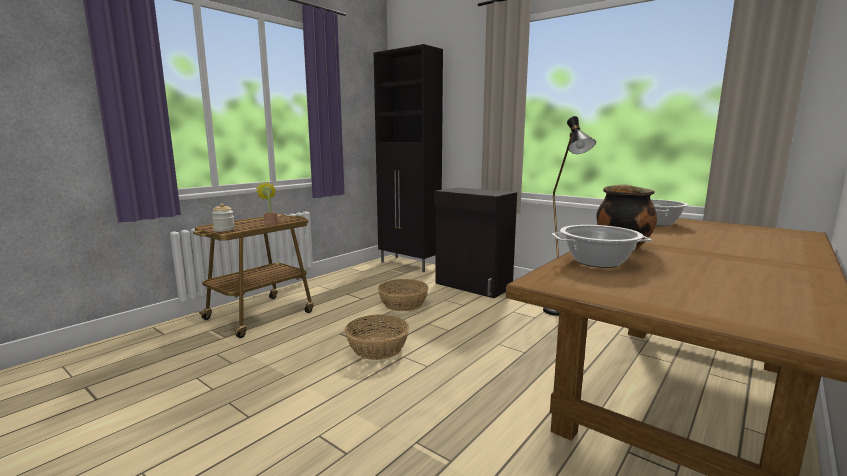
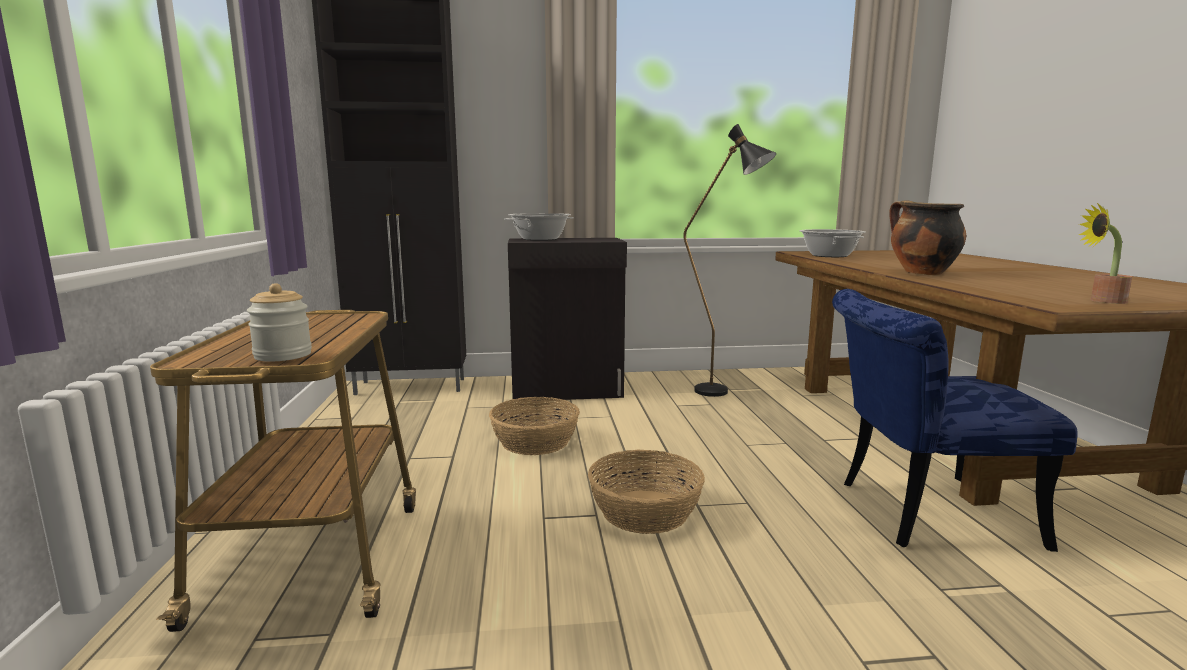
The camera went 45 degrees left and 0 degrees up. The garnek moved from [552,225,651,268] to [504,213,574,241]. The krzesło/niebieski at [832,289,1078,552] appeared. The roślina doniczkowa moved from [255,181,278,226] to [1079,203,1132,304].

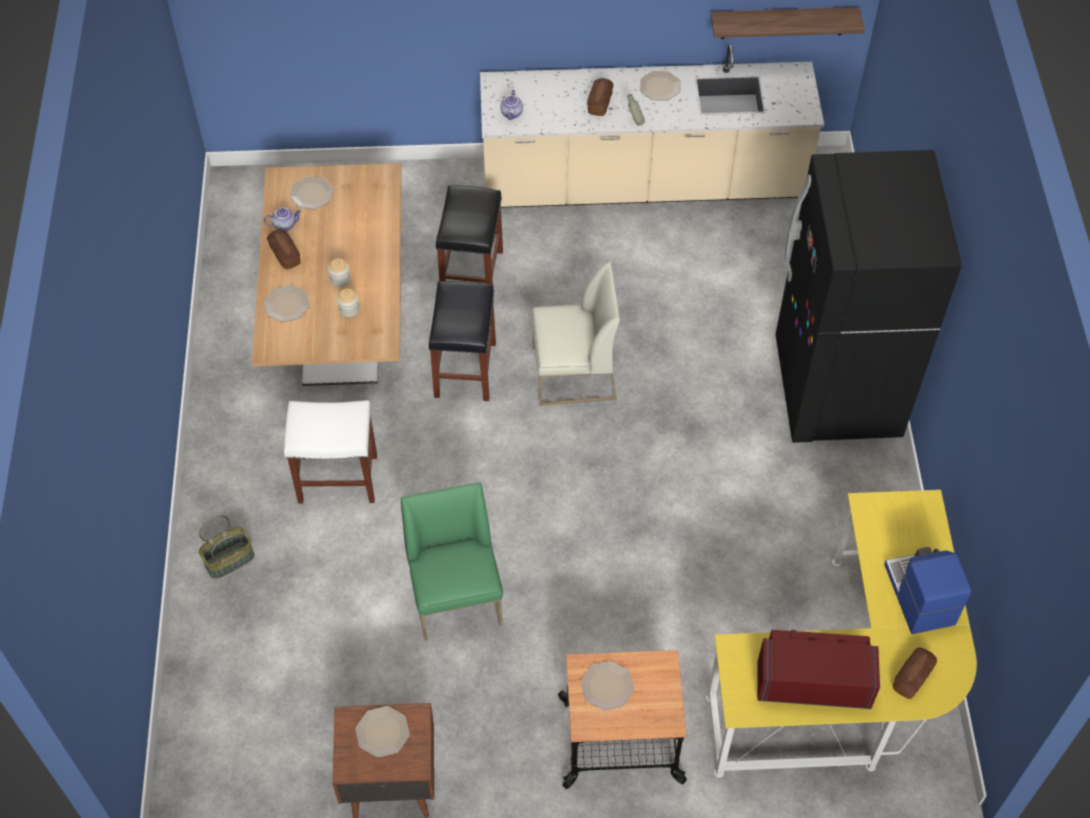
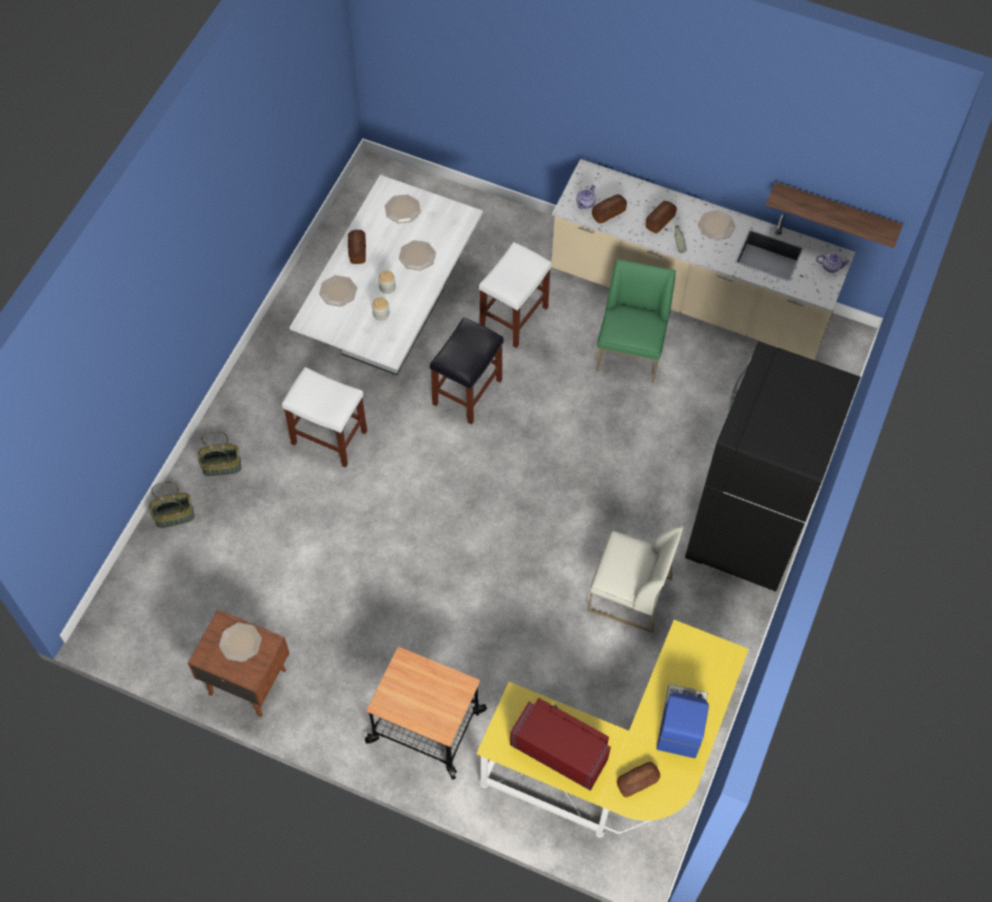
The camera went 25 degrees right and 5 degrees up. The koszyk at [149,482,195,528] appeared. The stół jadalny/brązowy at [252,163,401,386] became the stół jadalny/biały at [290,175,483,375]. The talerz moved from [581,661,634,711] to [399,240,436,271]. The stołek/czarny at [436,185,503,302] became the stołek/biały at [479,242,552,348]. The krzesło/biały moved from [531,262,620,406] to [588,527,684,633]. The chleb at [592,194,627,224] appeared. The krzesło/zielony moved from [401,482,503,641] to [596,259,676,383]. The imbryk moved from [264,207,302,231] to [816,253,850,273].

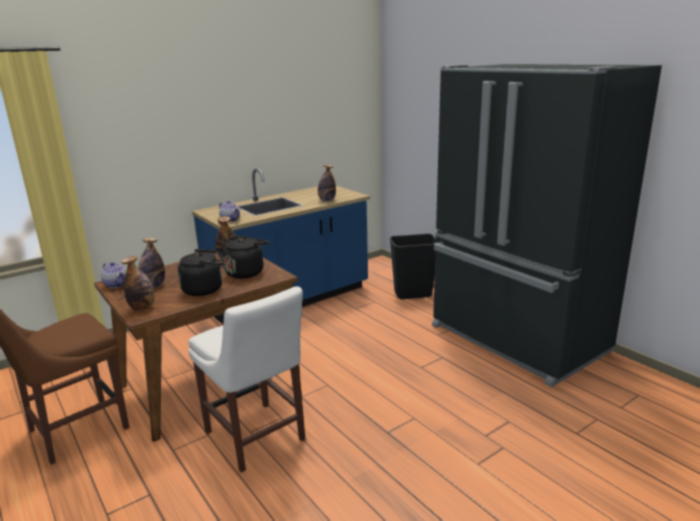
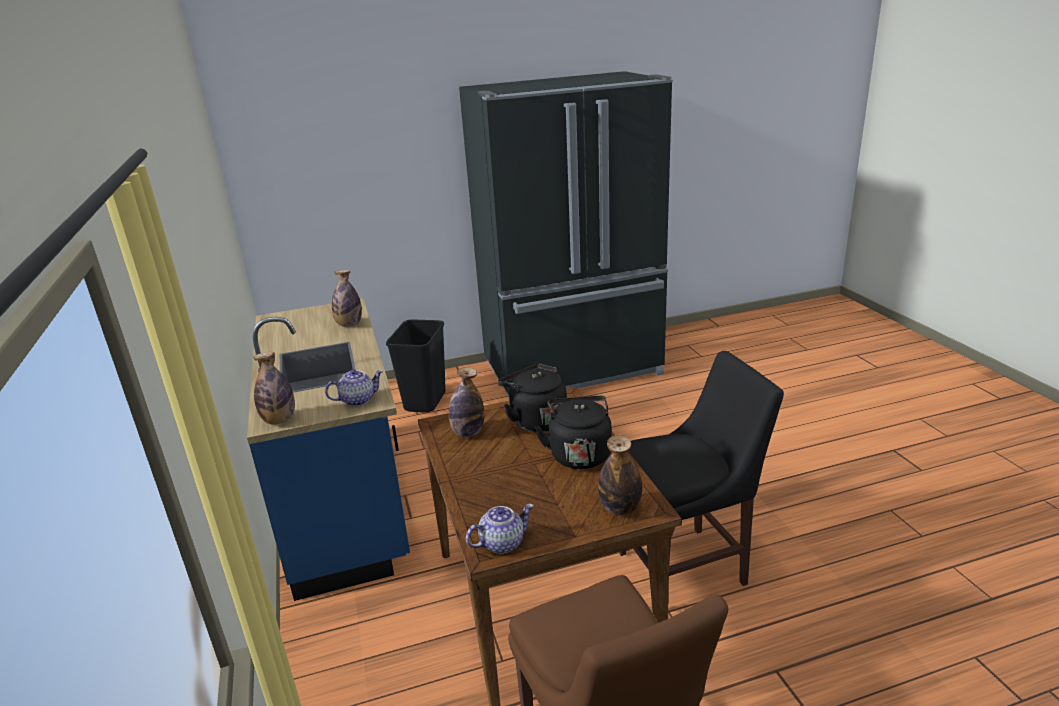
The camera went 70 degrees left and 5 degrees up. The butelka moved from [138,238,165,287] to [253,352,295,425]. The krzesło/biały at [188,286,305,473] became the krzesło/czarny at [618,351,784,586].

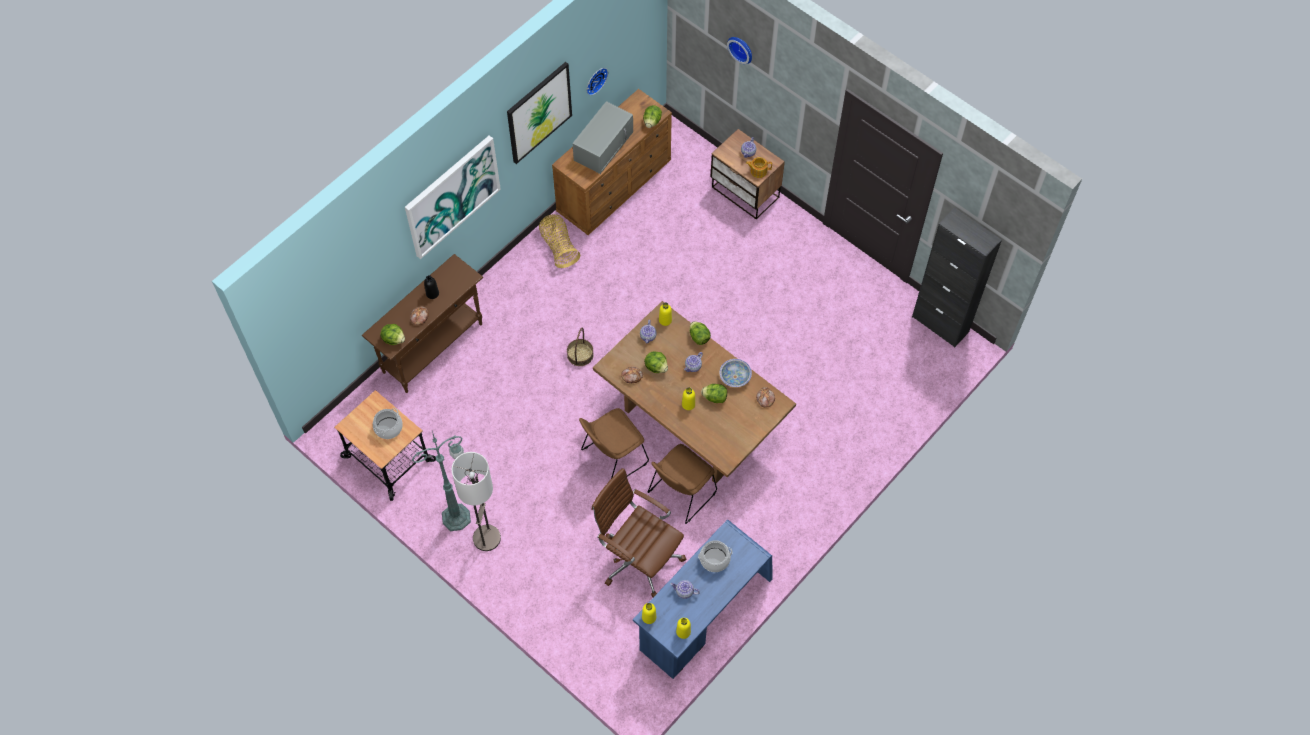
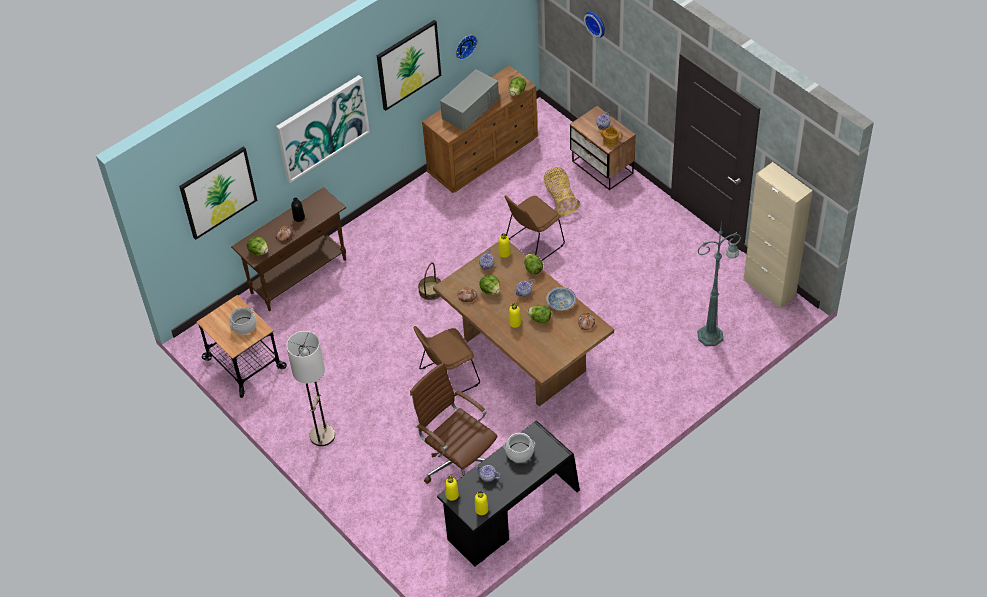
The camera went 10 degrees right and 10 degrees down. The obraz at [179,146,257,240] appeared. The biurko/niebieski at [633,520,772,679] became the biurko/czarny at [437,421,580,567]. The krzesło/brązowy moved from [648,444,717,524] to [505,195,565,261]. The koszyk moved from [539,214,580,268] to [544,167,580,215]. The lampa stojąca/zielony moved from [412,431,471,531] to [697,221,741,346]. The szafka/czarny at [912,207,1002,348] became the szafka/beżowy at [744,162,813,309].

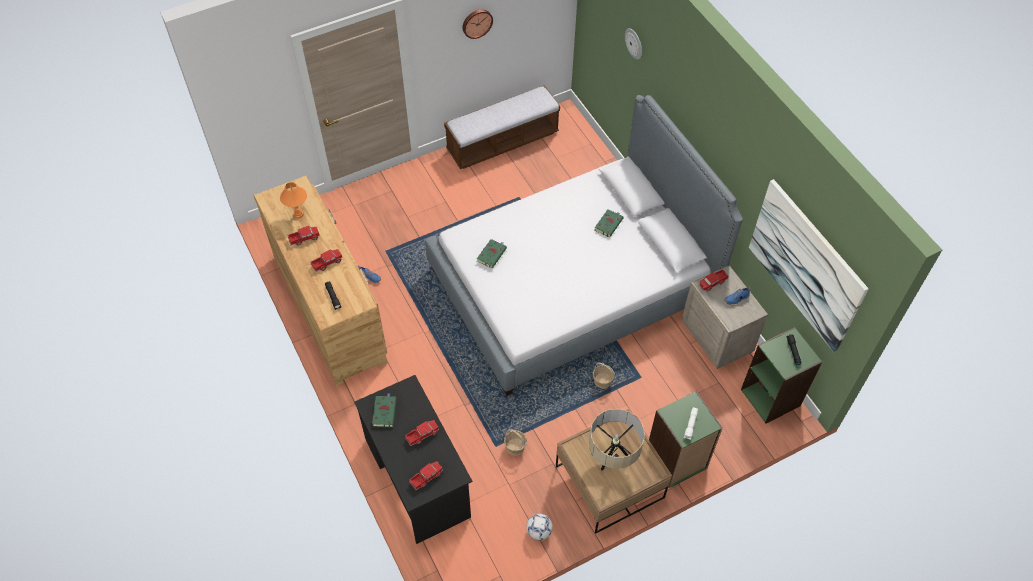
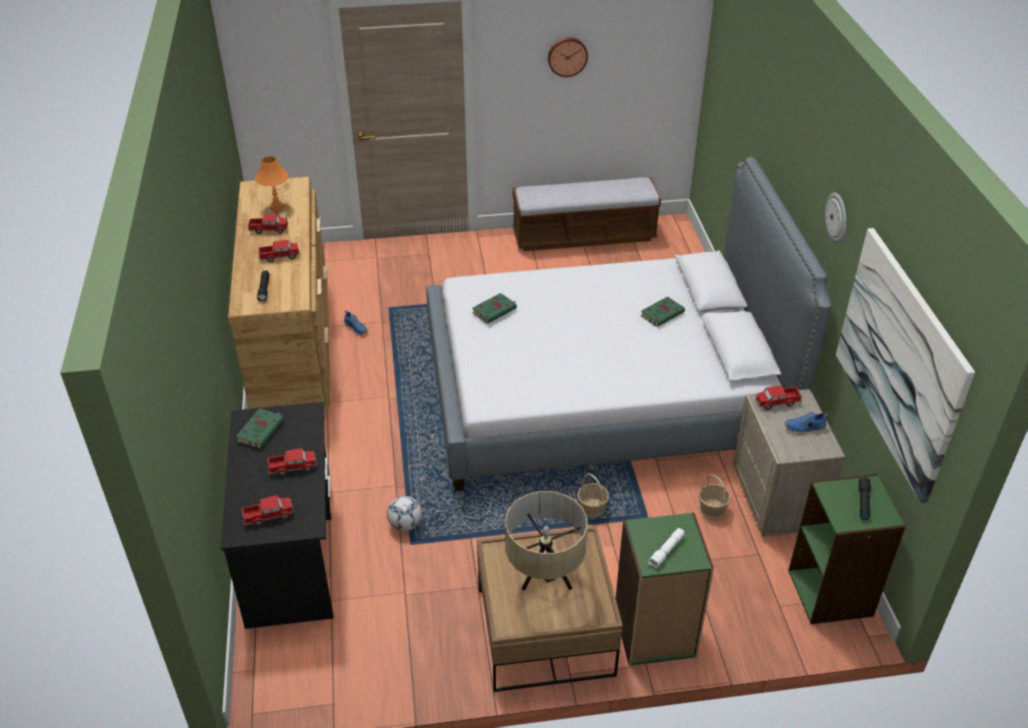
The camera went 20 degrees right and 15 degrees down. The piłka futbolowa moved from [526,514,553,541] to [387,496,422,531]. The koszyk moved from [504,429,527,456] to [699,474,731,519]. The zegar ścienny moved from [625,28,642,60] to [825,193,846,243].

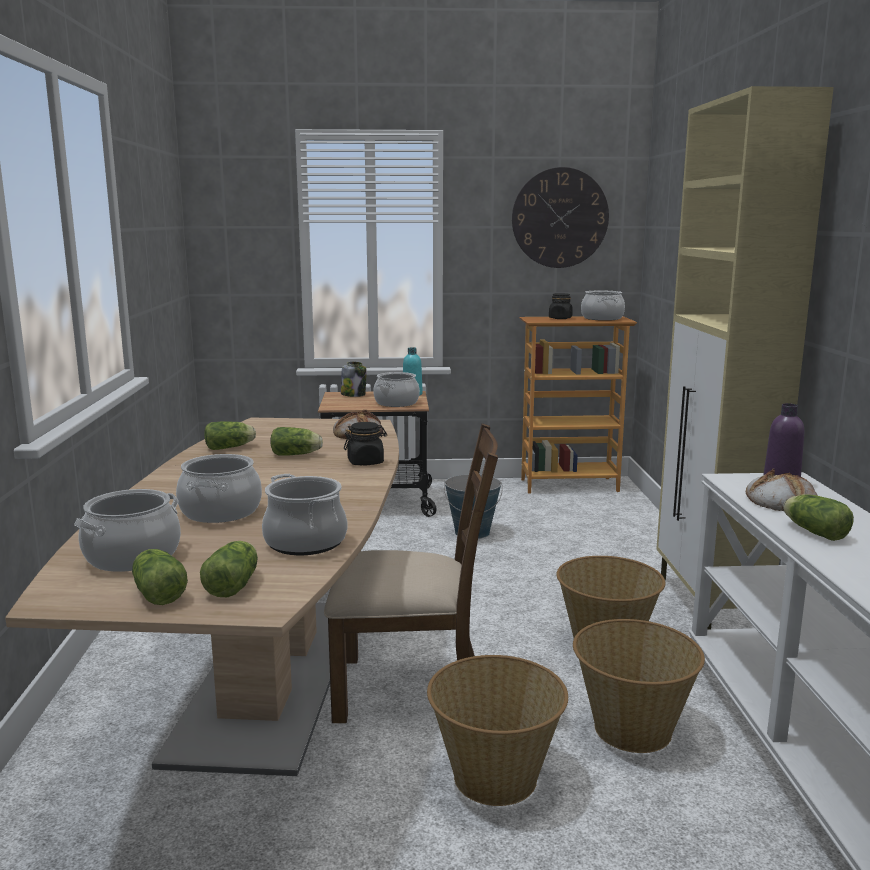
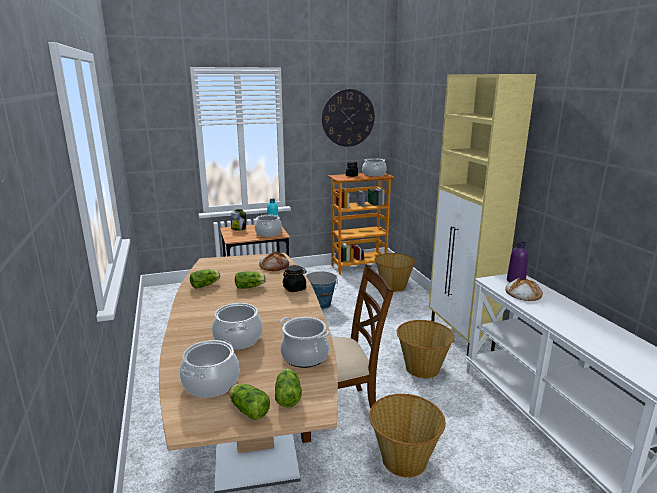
The camera went 15 degrees left and 5 degrees up. The koszyk moved from [573,619,705,753] to [375,253,415,292]. The sałata at [783,494,854,541] disappeared.

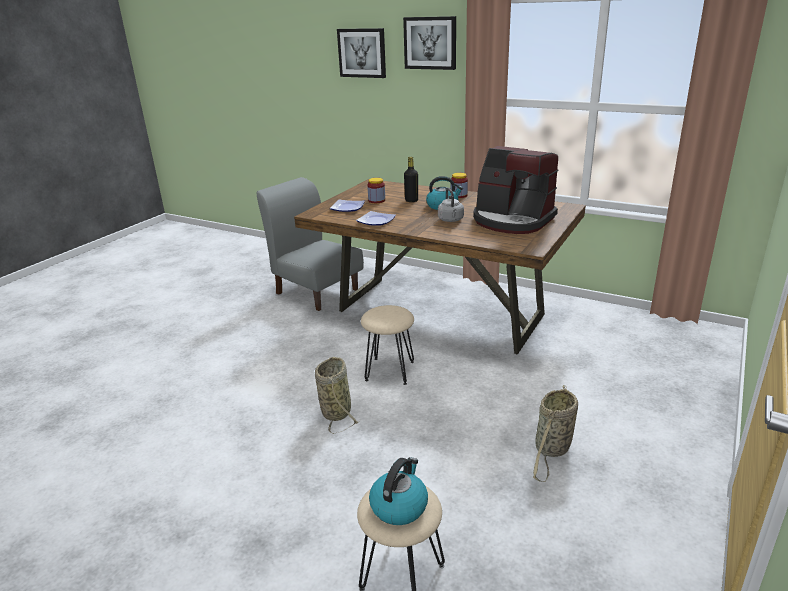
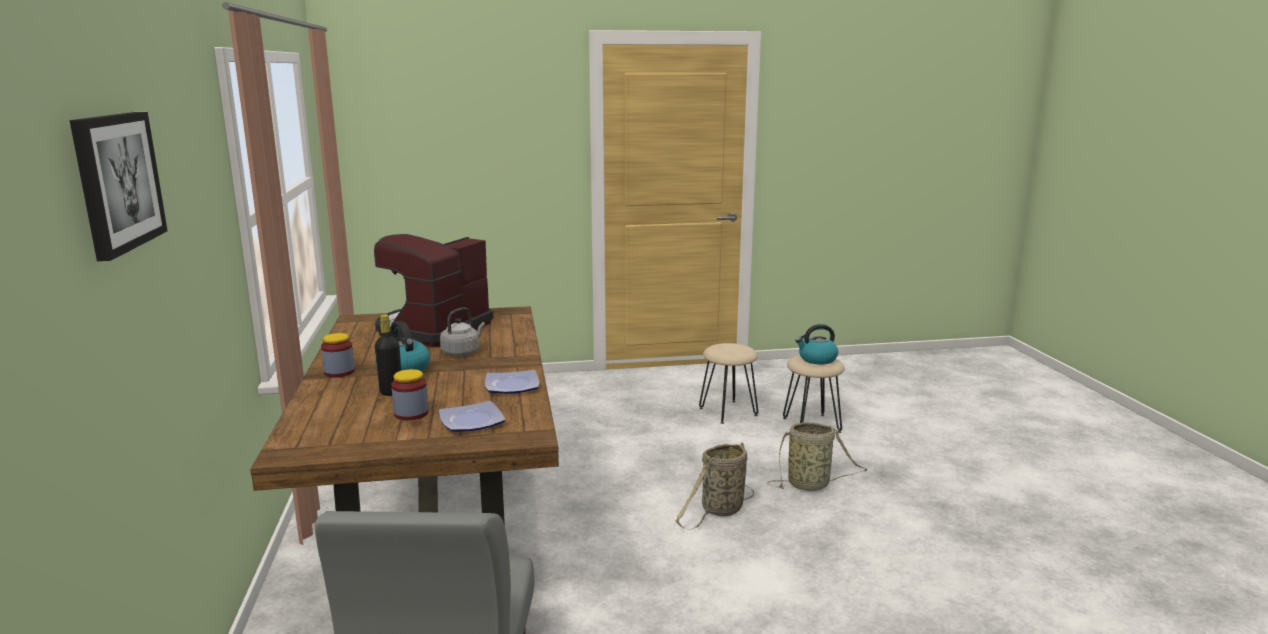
The camera went 130 degrees left and 10 degrees down. The ekspres do kawy at [473,146,559,234] turned 150 degrees counterclockwise. The stołek/beżowy moved from [361,305,414,385] to [699,343,758,424]. The koszyk moved from [533,385,578,482] to [767,422,868,491]. The obraz at [403,16,456,70] disappeared.

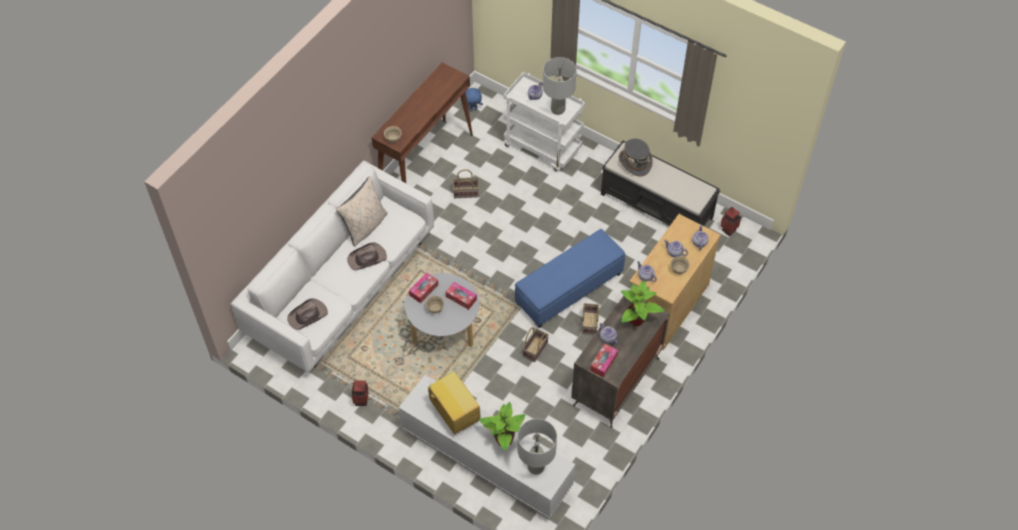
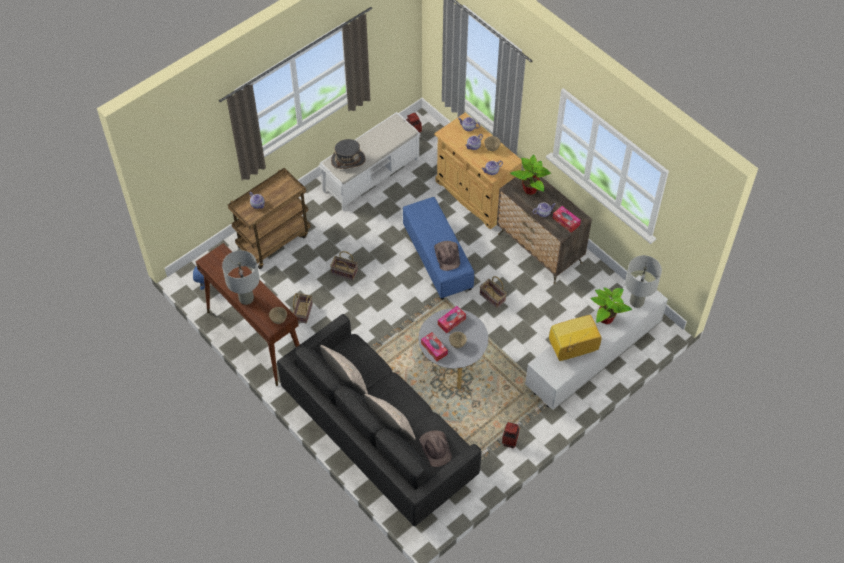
The camera went 75 degrees left and 0 degrees up. The lampa stołowa/szary moved from [543,57,577,115] to [222,250,259,305]. The wózek/biały at [504,72,585,171] became the wózek/brązowy at [228,168,311,269]. The kanapa/biały at [231,161,434,372] became the kanapa/czarny at [277,314,481,527]. The ławka/czarny at [601,141,720,226] became the ławka/biały at [319,112,420,211]. The koszyk moved from [582,303,599,335] to [330,251,358,280]. The poduszka/beżowy at [364,394,416,441] appeared. The kapelusz/brązowy moved from [347,242,387,270] to [434,241,460,271].

